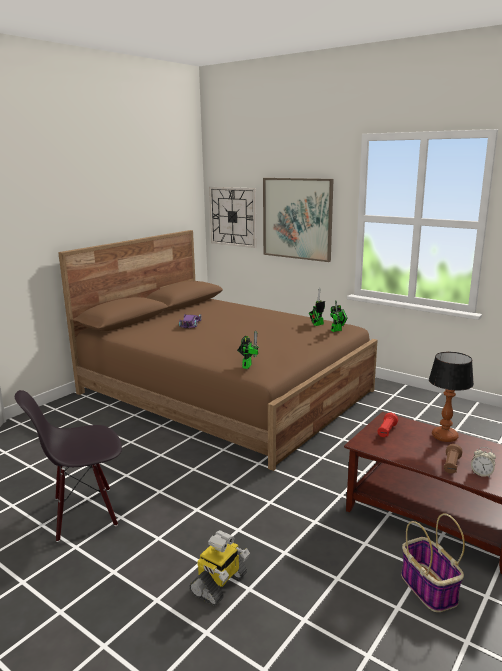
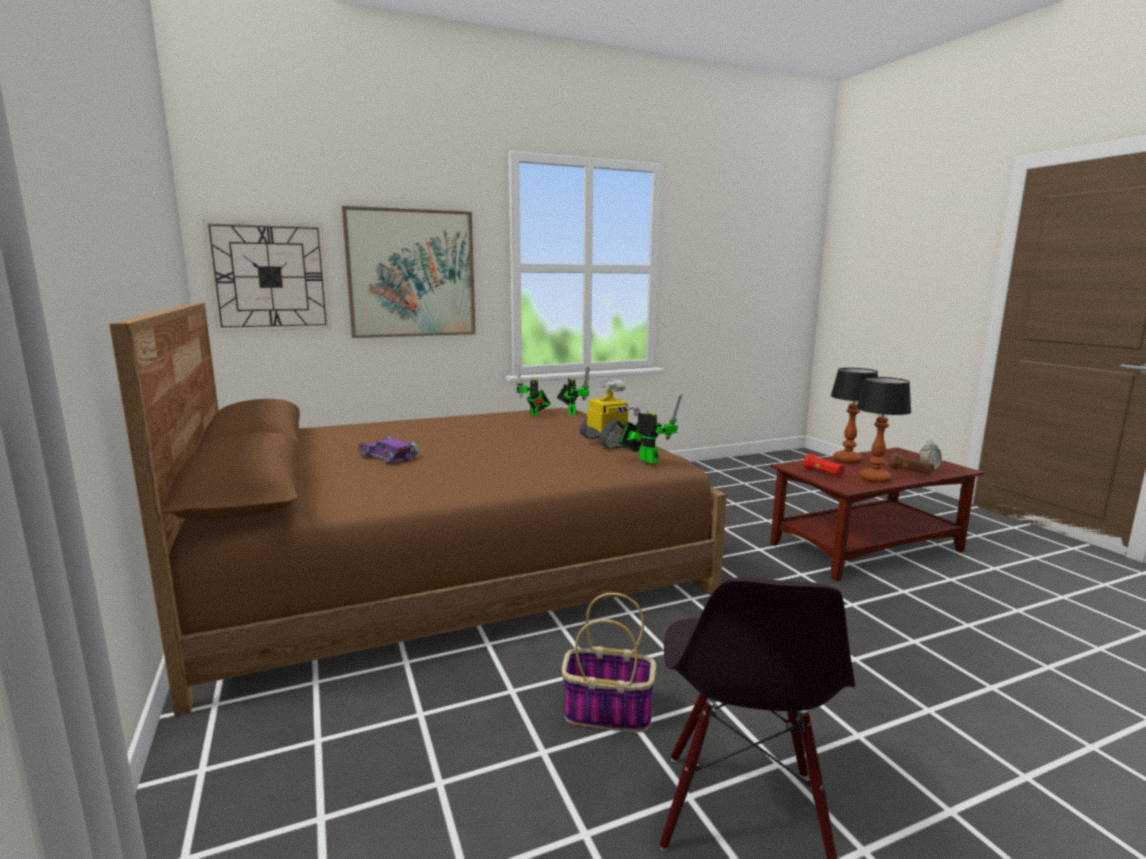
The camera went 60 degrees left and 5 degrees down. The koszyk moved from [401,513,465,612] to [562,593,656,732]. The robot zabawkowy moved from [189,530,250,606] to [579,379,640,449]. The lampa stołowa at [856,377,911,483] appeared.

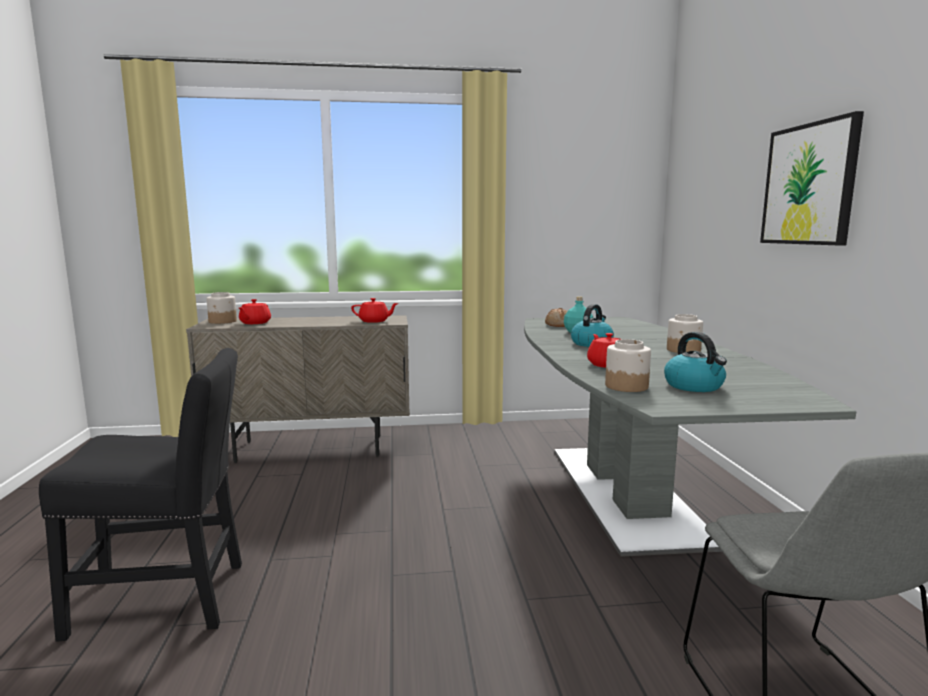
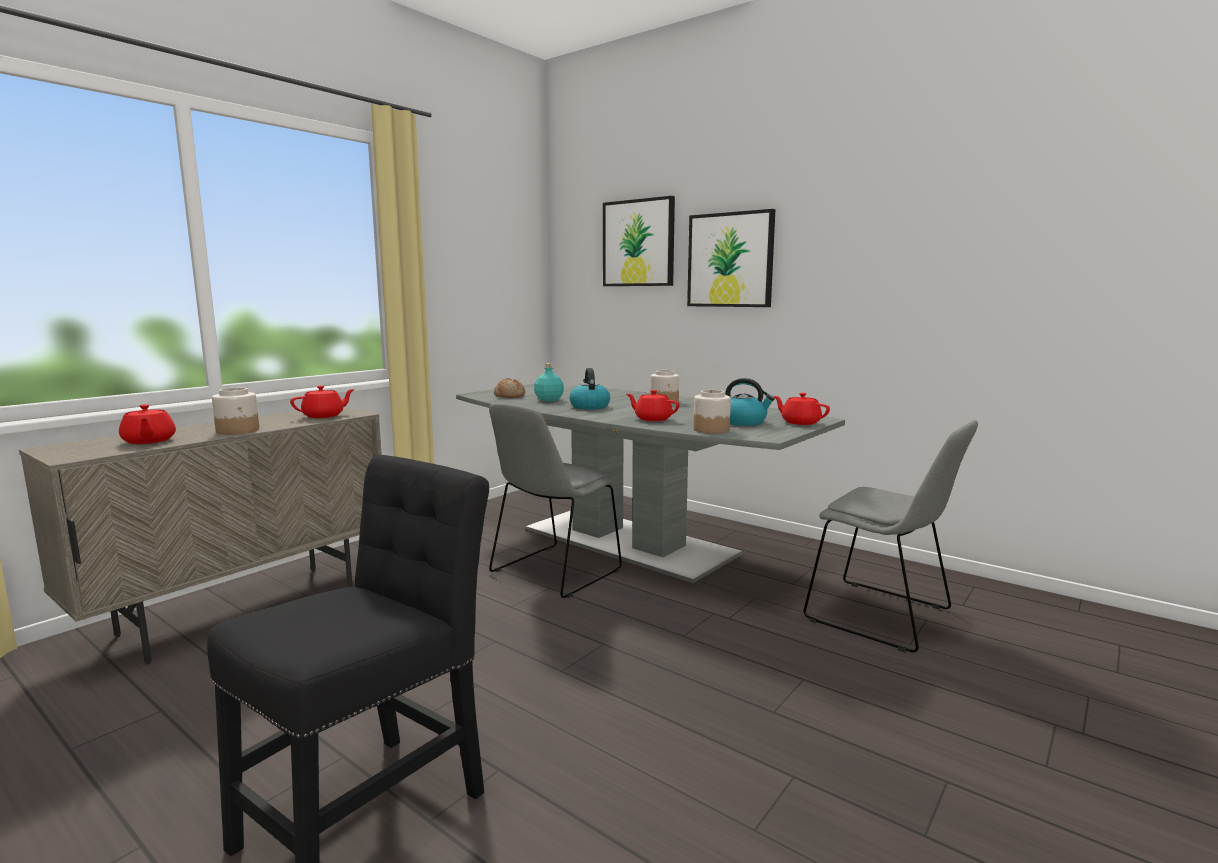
The camera went 45 degrees left and 0 degrees up. The słoik moved from [206,292,237,324] to [212,388,259,435]. The krzesło/szary at [489,403,622,598] appeared. The obraz at [603,196,675,286] appeared. The imbryk/czerwony at [773,393,830,425] appeared.

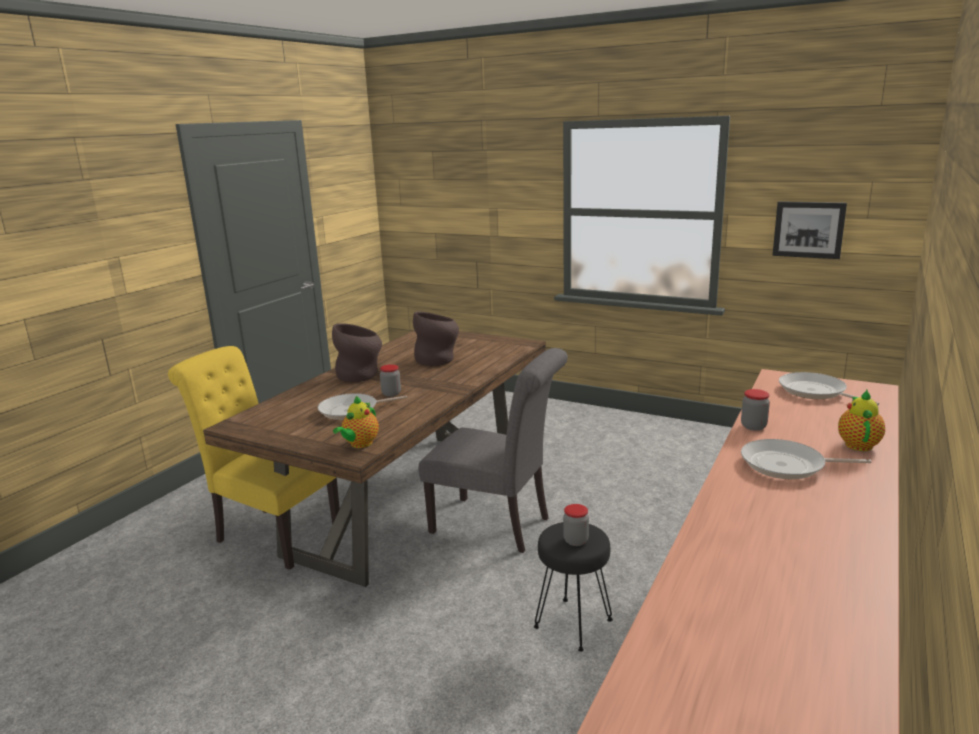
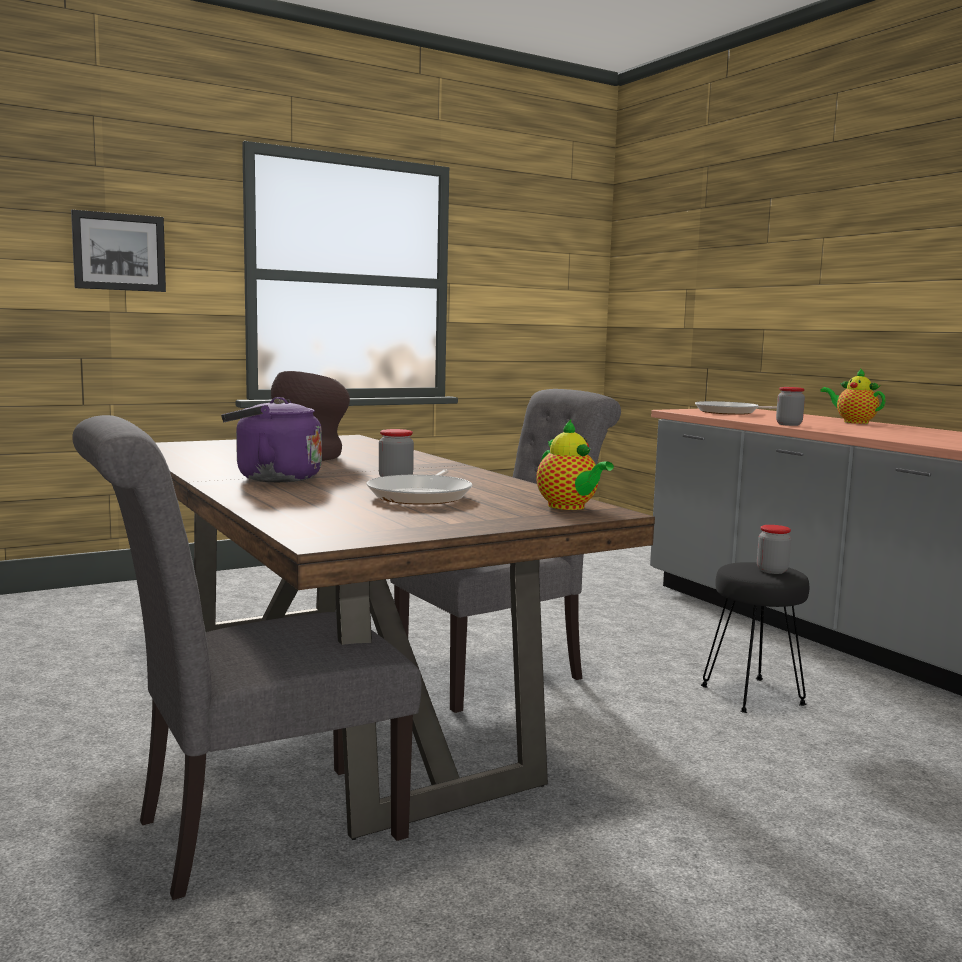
The camera went 60 degrees left and 10 degrees down. The obraz moved from [772,201,847,259] to [71,210,166,292]. The krzesło/żółty at [168,346,340,570] became the krzesło/szary at [72,415,421,900]. The wazon/brązowy at [332,323,382,382] was replaced by the czajnik/fioletowy at [221,397,322,482]. The patelnia at [741,439,871,479] disappeared.

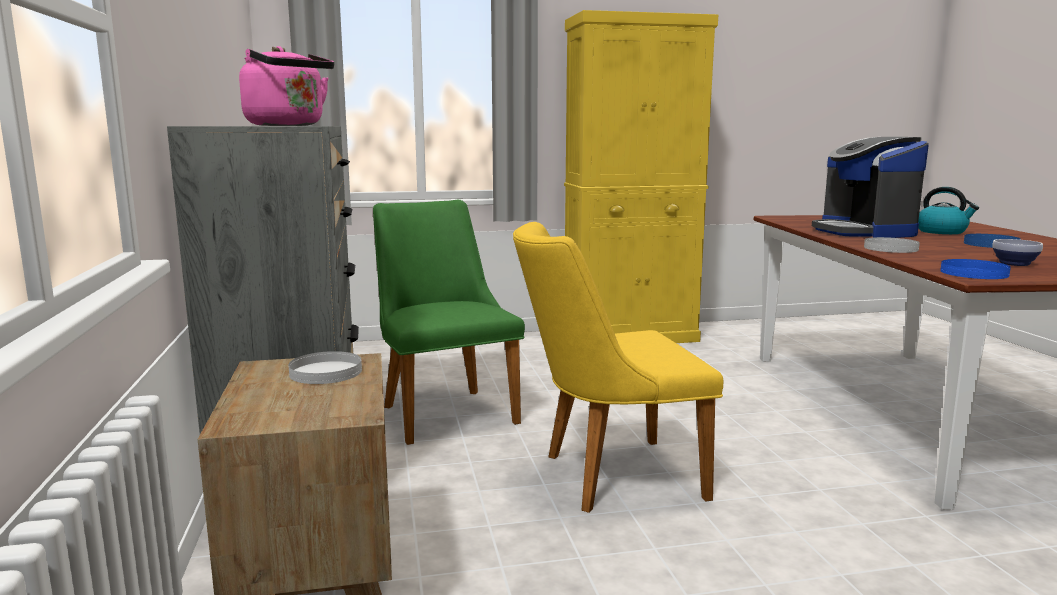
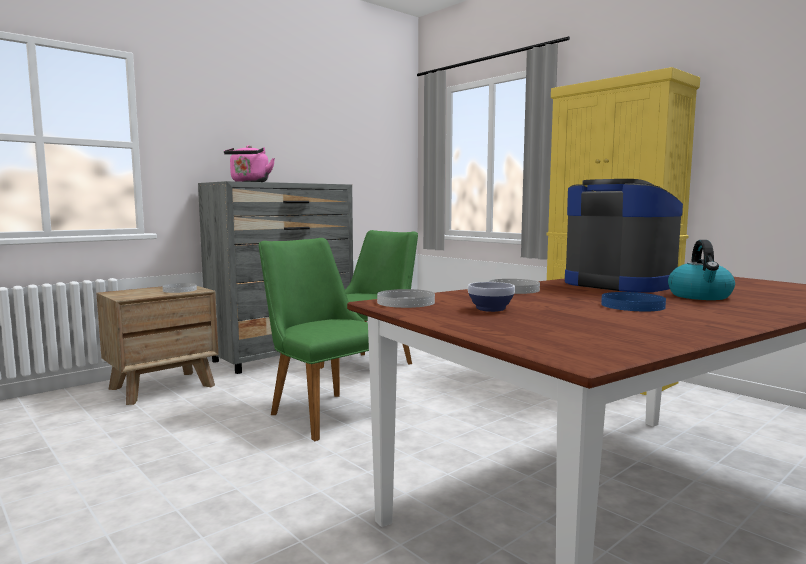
The camera went 60 degrees right and 5 degrees down. The krzesło/żółty at [513,222,723,513] became the krzesło/zielony at [259,238,369,441]. The talerz/niebieski at [940,259,1011,279] became the talerz/biały at [377,289,435,308]. The ekspres do kawy at [812,137,929,238] turned 90 degrees clockwise.

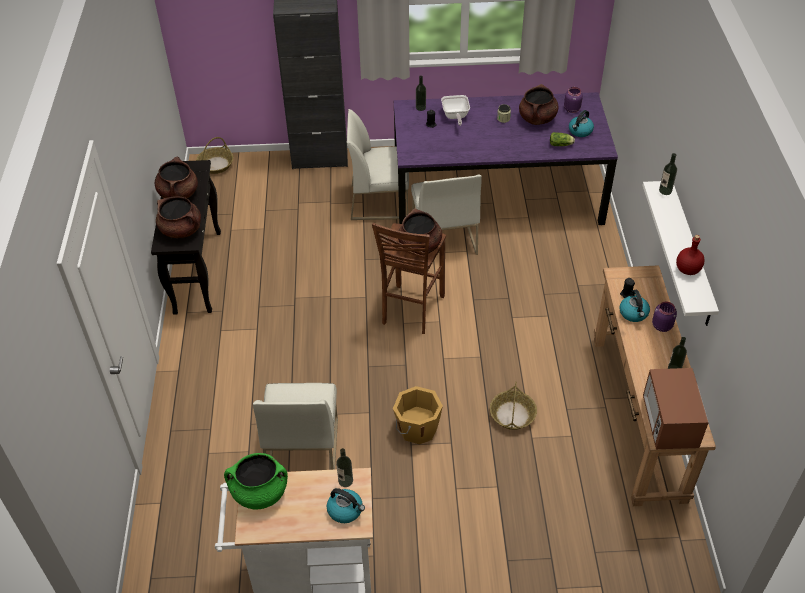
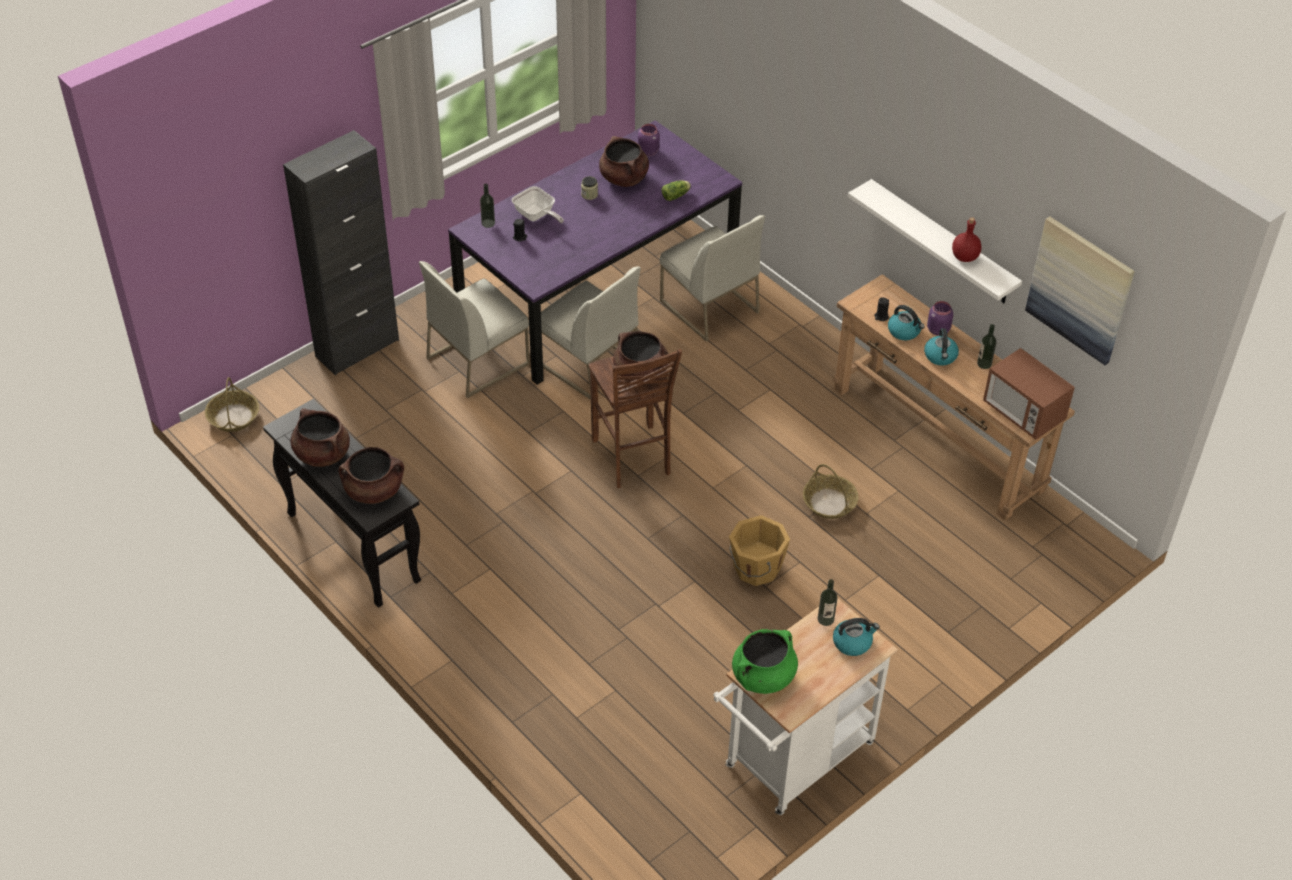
The camera went 40 degrees left and 0 degrees up. The krzesło/biały moved from [253,383,338,470] to [660,215,765,342]. The czajnik moved from [569,110,594,137] to [924,328,959,365]. The obraz at [1025,216,1134,365] appeared. The butelka at [659,153,677,195] disappeared.

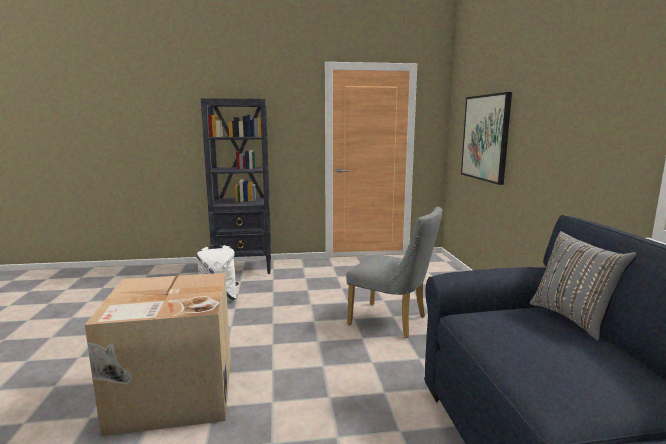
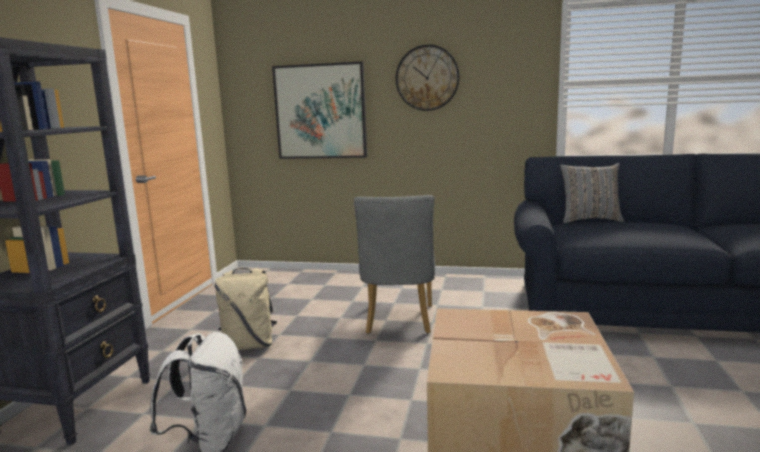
The camera went 70 degrees left and 0 degrees up. The plecak/beżowy at [215,268,277,350] appeared. The krzesło/szary at [346,207,443,338] turned 135 degrees clockwise. The zegar ścienny at [396,44,460,111] appeared.

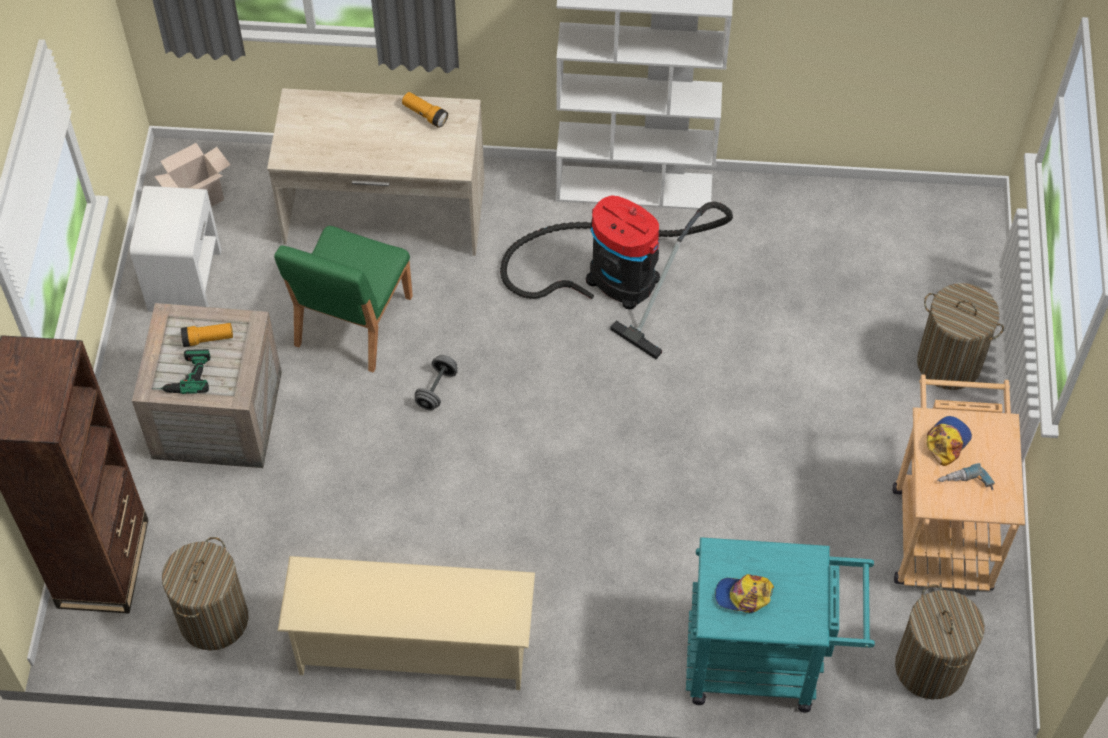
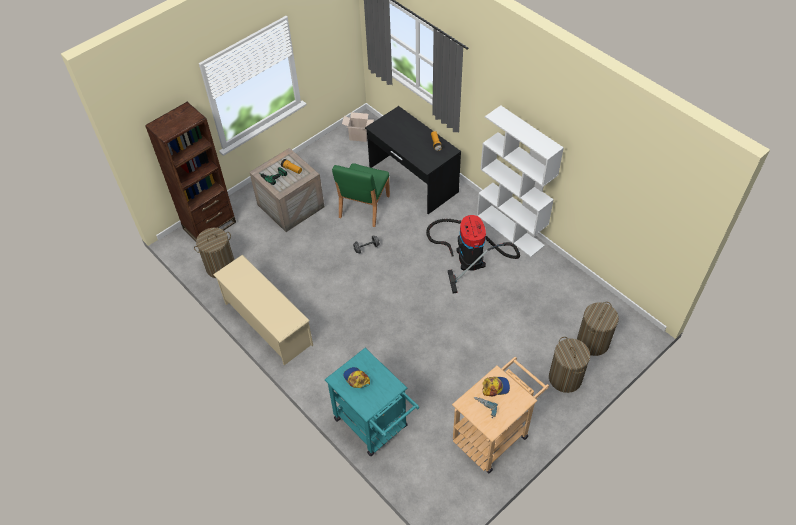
The camera went 45 degrees right and 5 degrees down. The krzesło/zielony at [274,226,413,372] turned 45 degrees counterclockwise. The biurko/beżowy at [267,88,485,256] became the biurko/czarny at [365,106,461,214]. The kosz na pranie moved from [895,584,985,700] to [577,302,619,356]. The szafka nocna/biały at [130,186,221,312] disappeared.

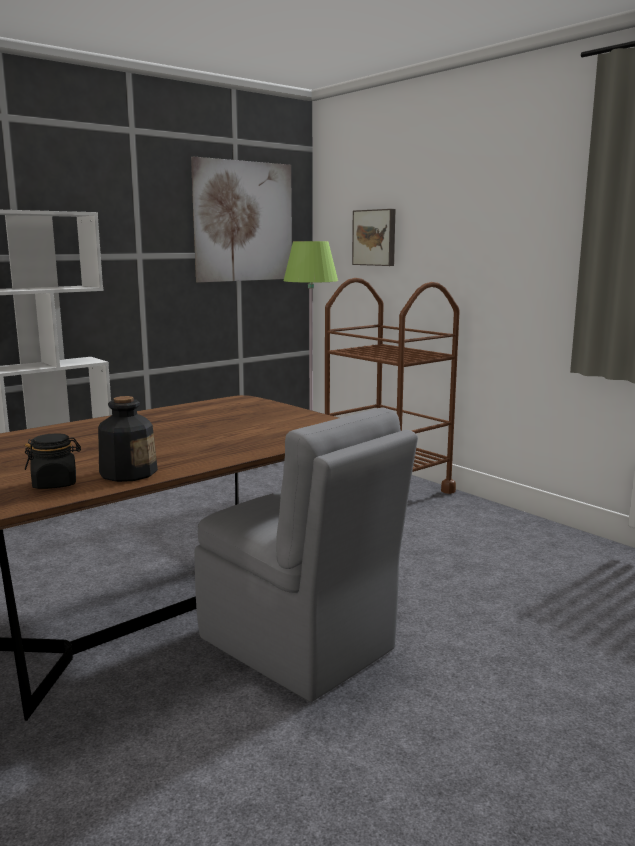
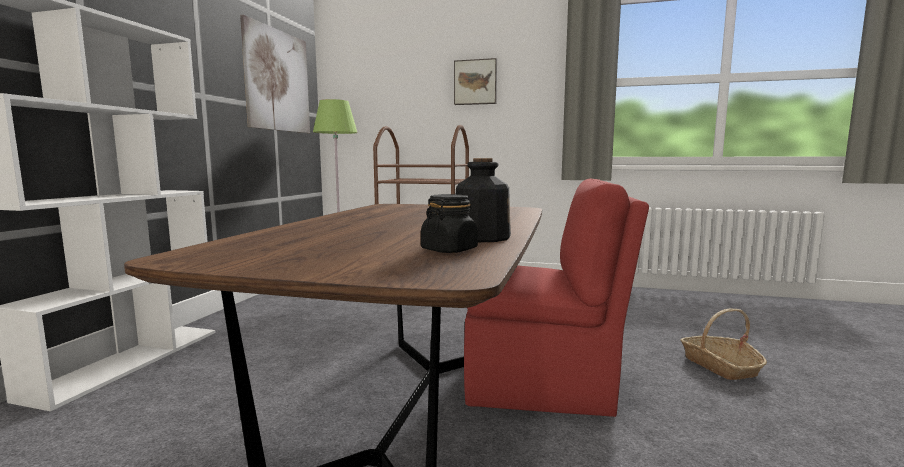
The camera went 35 degrees left and 5 degrees down. The obraz moved from [352,209,396,266] to [454,58,497,105]. The krzesło/szary at [194,407,418,702] became the krzesło/czerwony at [464,179,649,417]. The koszyk at [680,309,767,380] appeared.

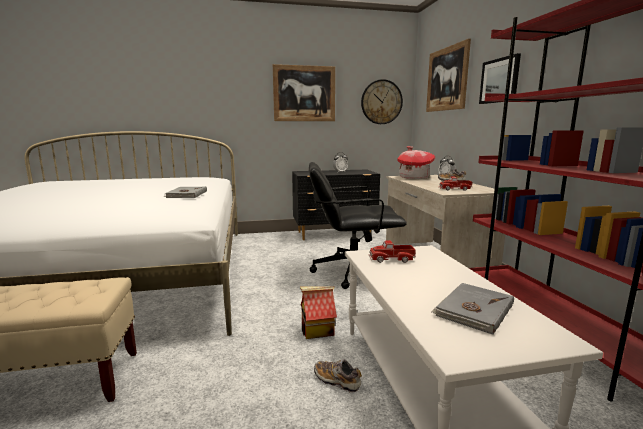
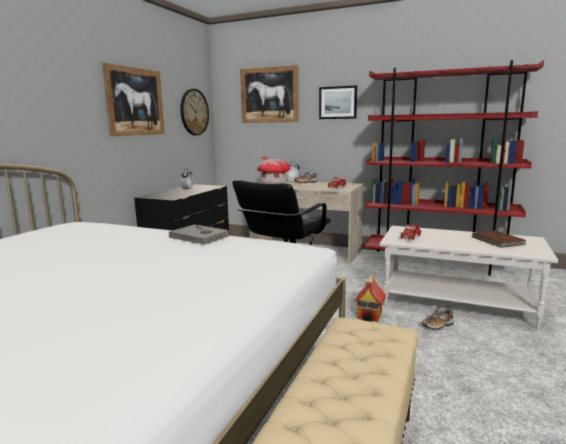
The camera went 55 degrees left and 0 degrees up. The książka/szary at [431,283,514,335] became the książka/brązowy at [472,230,526,248].

